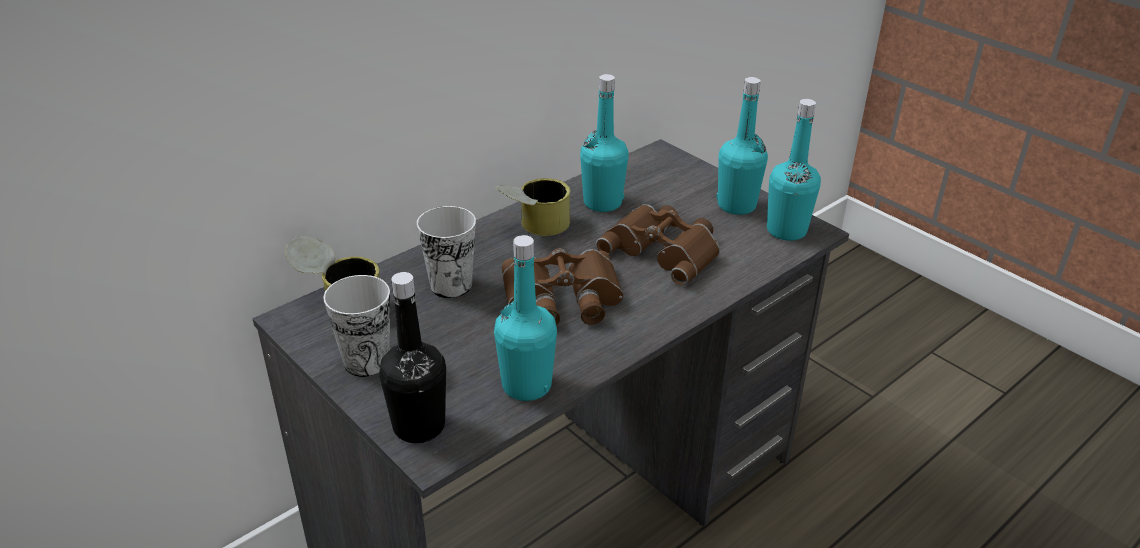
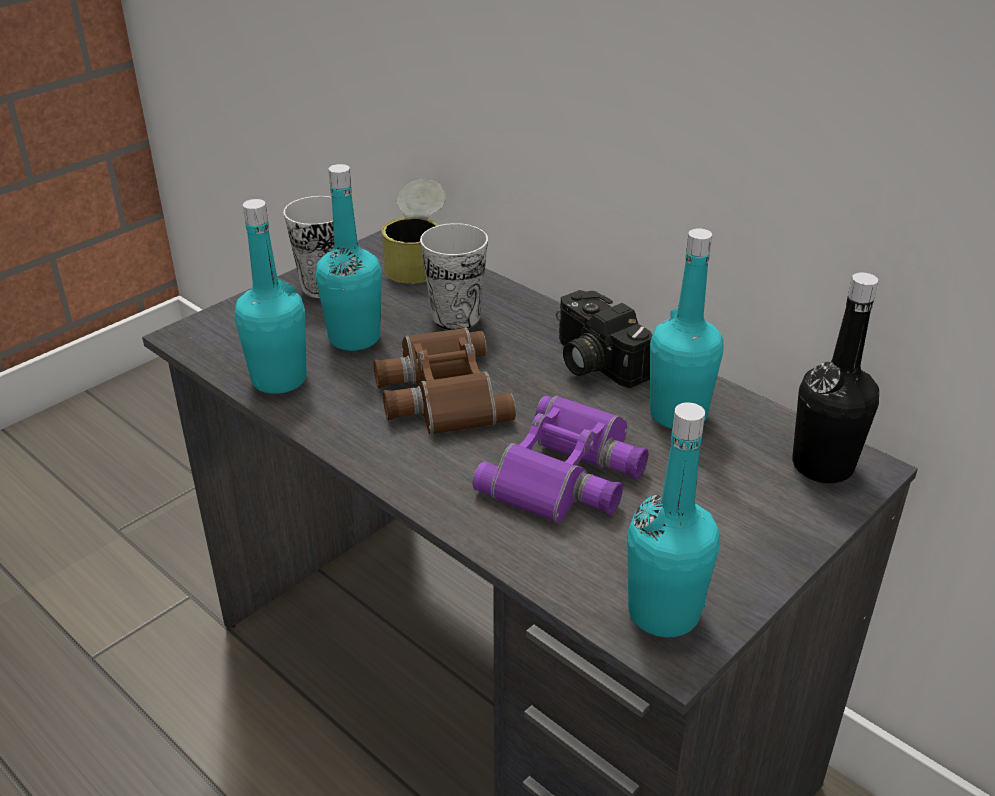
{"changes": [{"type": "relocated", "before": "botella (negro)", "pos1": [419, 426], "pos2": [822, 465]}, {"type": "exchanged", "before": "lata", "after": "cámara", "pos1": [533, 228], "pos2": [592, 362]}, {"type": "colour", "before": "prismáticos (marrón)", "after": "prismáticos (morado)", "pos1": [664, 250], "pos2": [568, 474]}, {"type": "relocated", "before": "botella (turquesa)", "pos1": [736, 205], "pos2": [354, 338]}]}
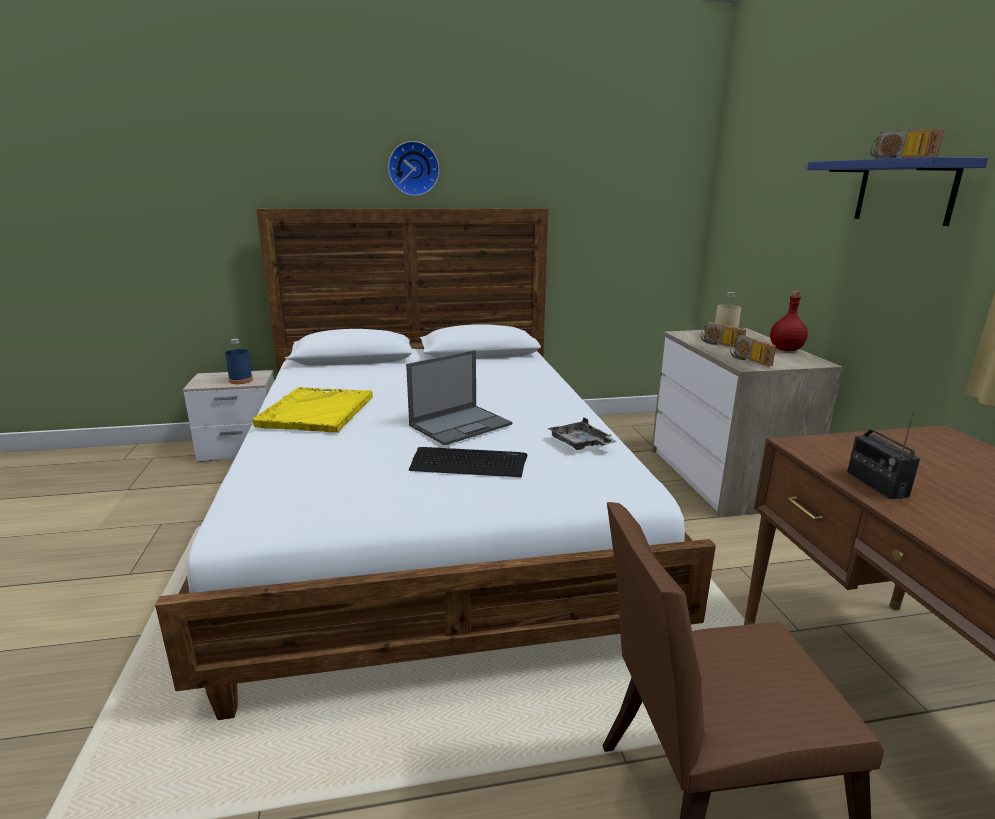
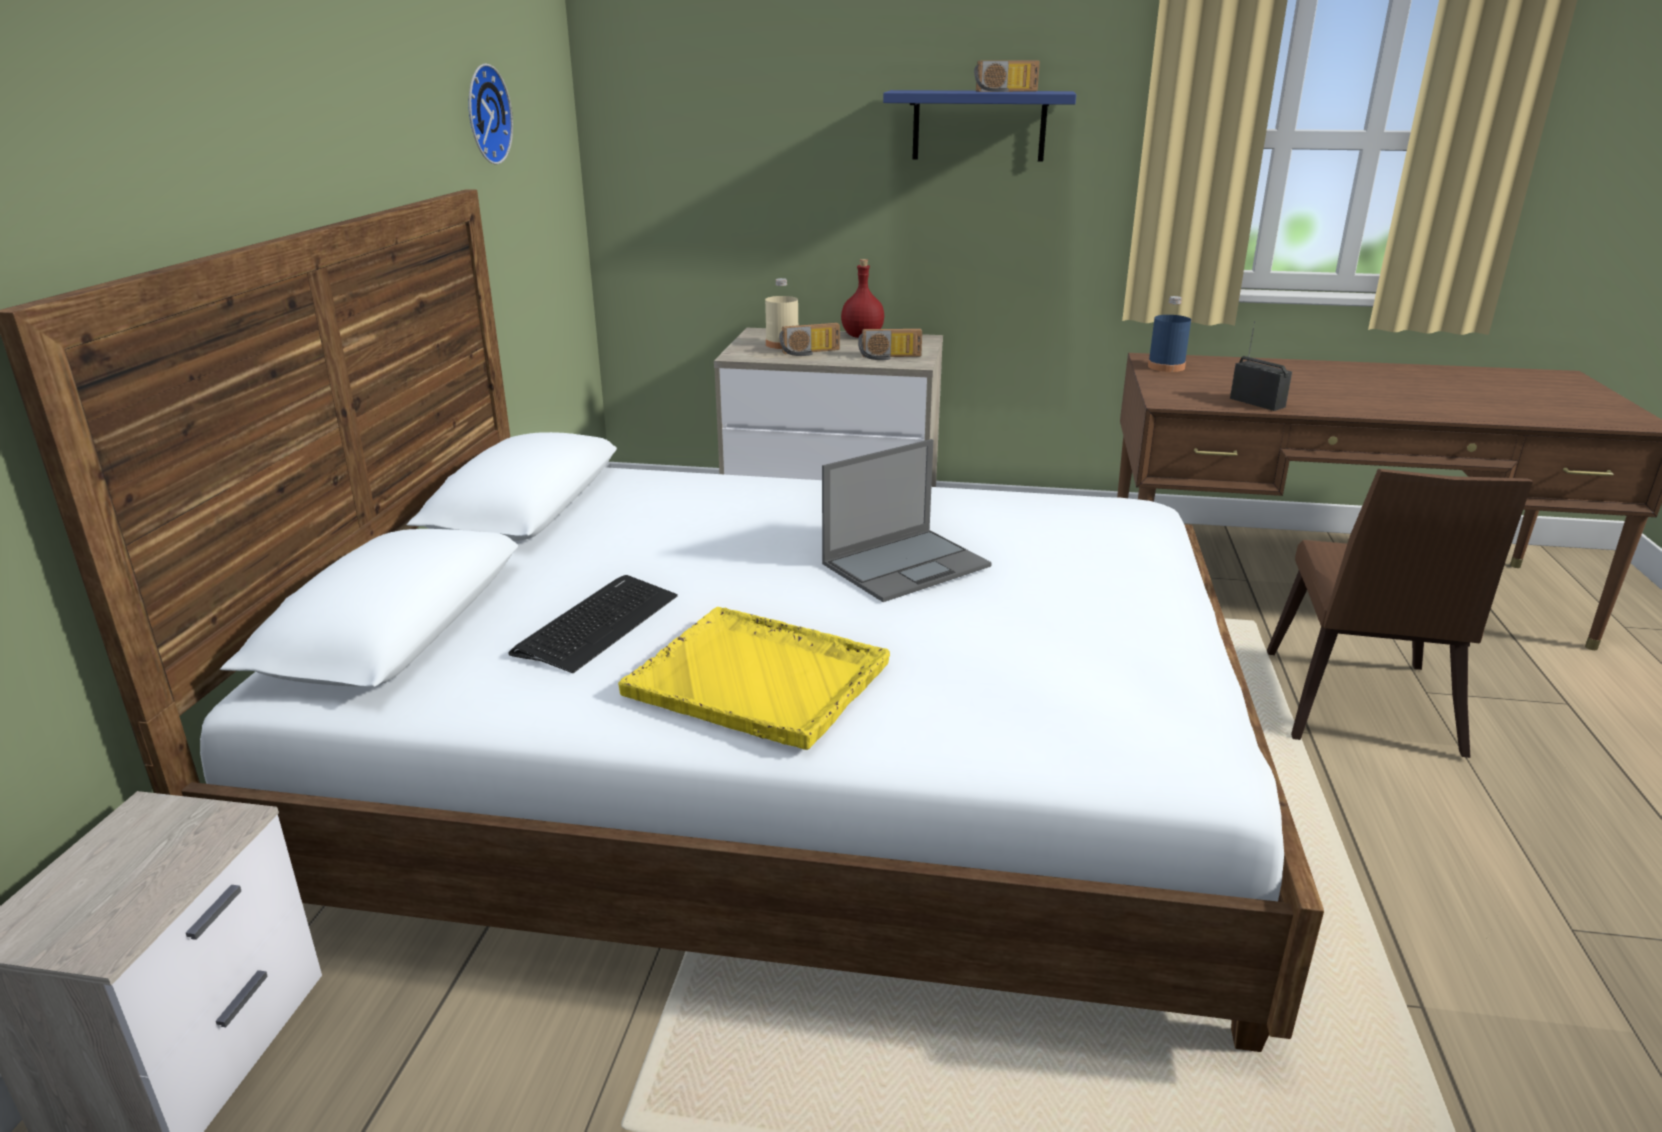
{"changes": [{"type": "relocated", "before": "botella (azul)", "pos1": [241, 380], "pos2": [1166, 367]}, {"type": "relocated", "before": "reloj de pared", "pos1": [413, 169], "pos2": [483, 114]}, {"type": "spun", "before": "portátil", "pos1": [461, 424], "pos2": [907, 564], "turn": 75}, {"type": "relocated", "before": "teclado", "pos1": [468, 463], "pos2": [597, 624]}, {"type": "missing", "before": "bandeja (gris)", "pos1": [580, 444]}, {"type": "spun", "before": "radio", "pos1": [876, 484], "pos2": [1257, 403], "turn": -135}]}
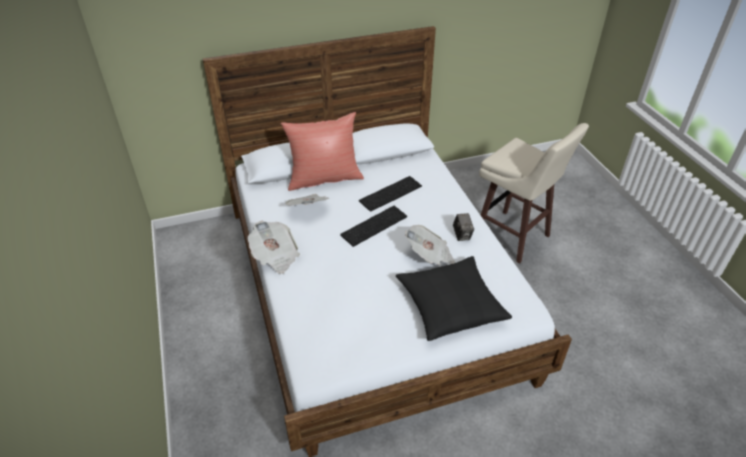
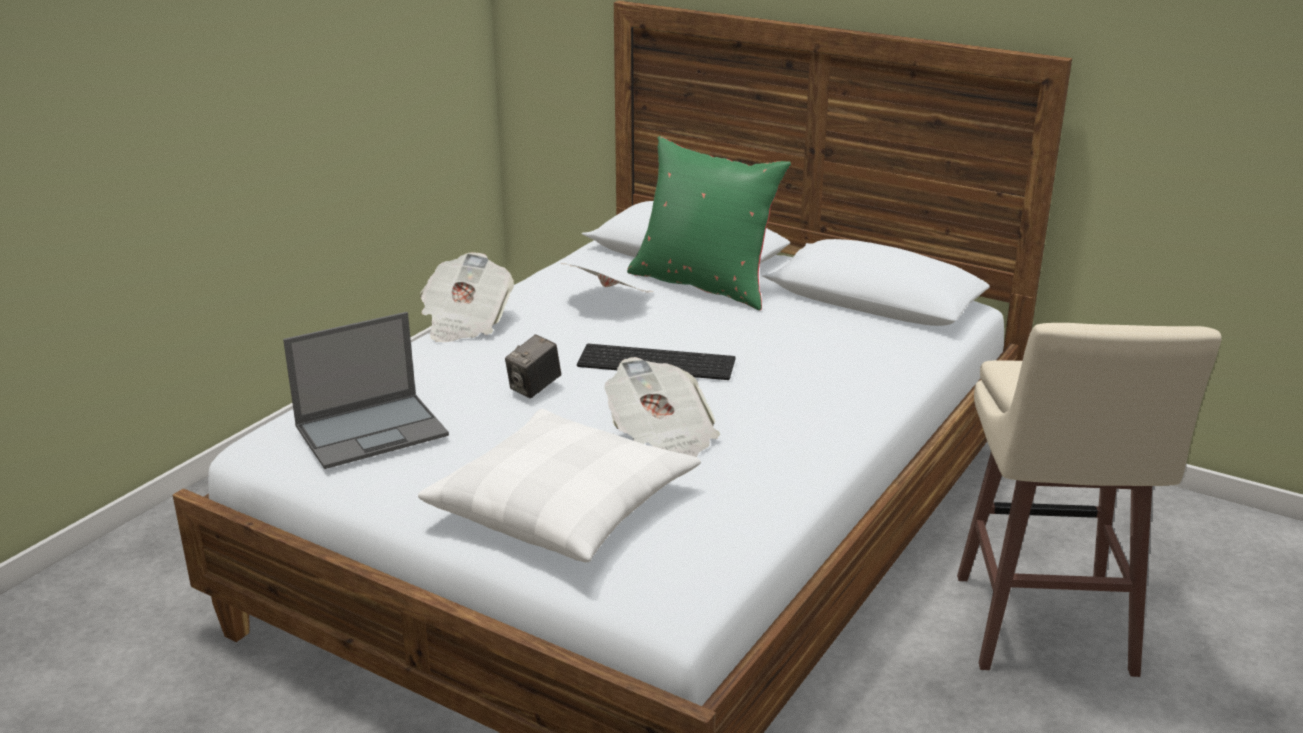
{"changes": [{"type": "colour", "before": "cojín (rojo)", "after": "cojín (verde)", "pos1": [324, 178], "pos2": [704, 284]}, {"type": "missing", "before": "teclado", "pos1": [390, 192]}, {"type": "colour", "before": "cojín (negro)", "after": "cojín (blanco)", "pos1": [450, 304], "pos2": [563, 505]}, {"type": "relocated", "before": "cámara", "pos1": [462, 235], "pos2": [534, 388]}, {"type": "appeared", "after": "portátil", "pos2": [373, 430]}]}
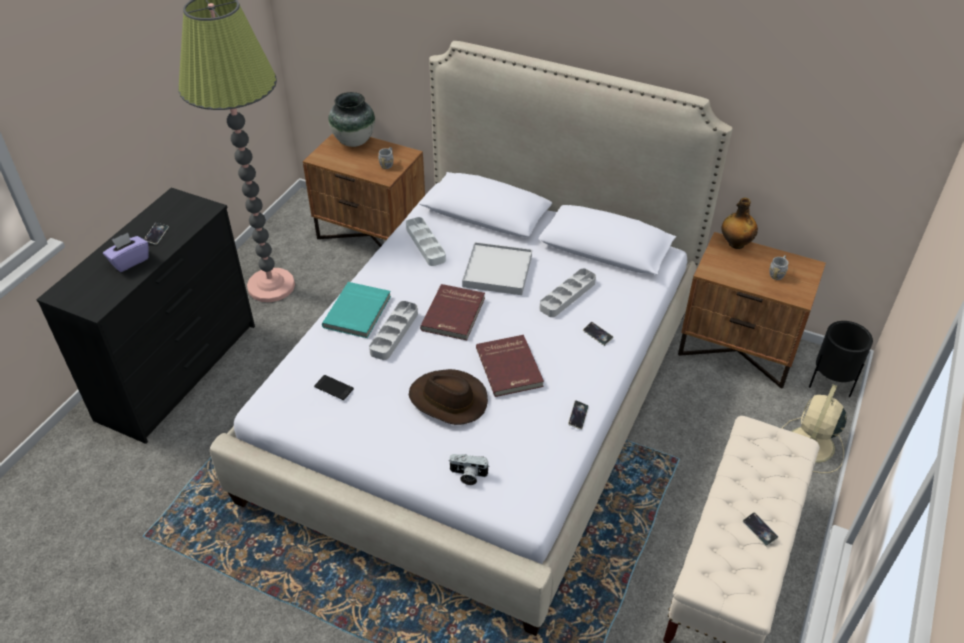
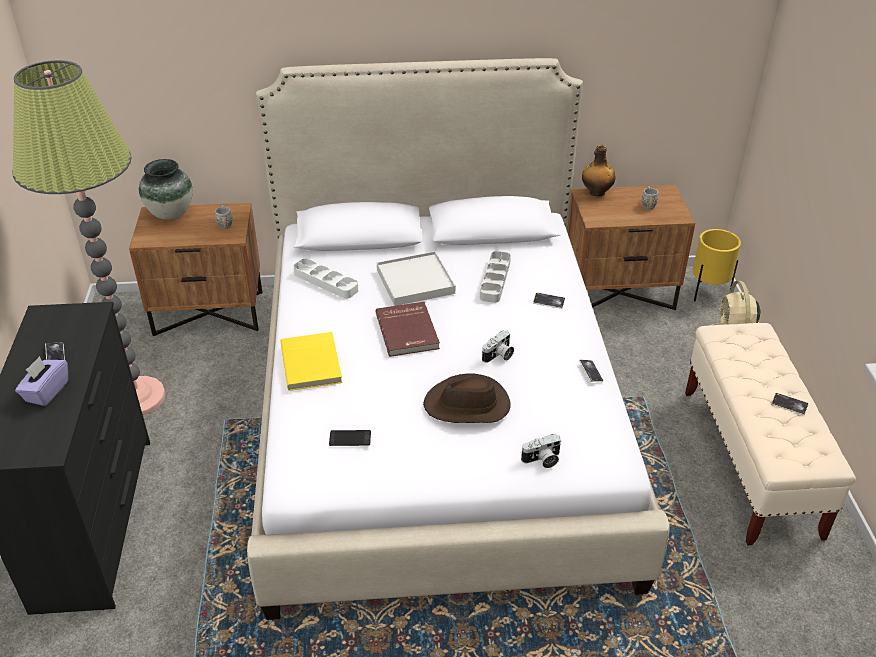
{"changes": [{"type": "colour", "before": "libro (turquesa)", "after": "libro (amarillo)", "pos1": [358, 312], "pos2": [312, 363]}, {"type": "missing", "before": "bandeja (gris)", "pos1": [394, 333]}, {"type": "exchanged", "before": "libro (rojo)", "after": "cámara", "pos1": [510, 367], "pos2": [499, 356]}, {"type": "colour", "before": "maceta (negro)", "after": "maceta (amarillo)", "pos1": [830, 384], "pos2": [707, 293]}]}
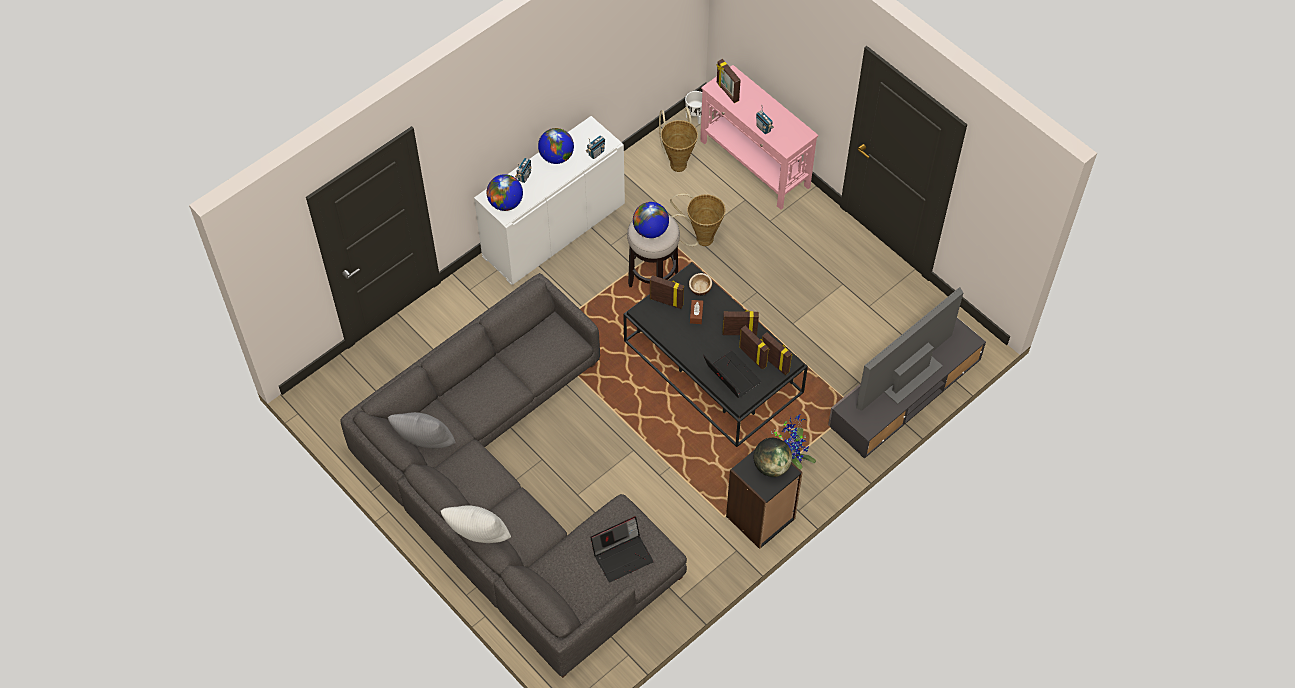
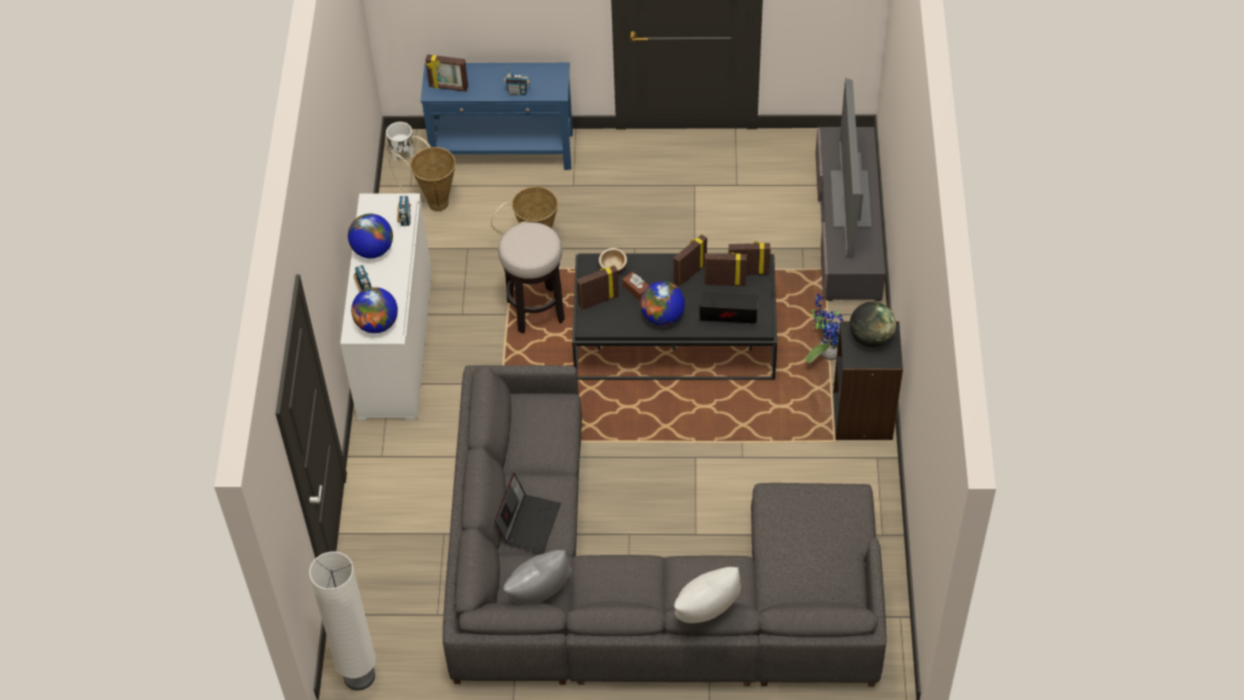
{"changes": [{"type": "relocated", "before": "portátil", "pos1": [622, 555], "pos2": [529, 522]}, {"type": "relocated", "before": "globo terráqueo", "pos1": [650, 230], "pos2": [663, 317]}, {"type": "colour", "before": "mesa consola (rosa)", "after": "mesa consola (azul)", "pos1": [755, 164], "pos2": [503, 152]}, {"type": "appeared", "after": "lámpara de pie (blanco)", "pos2": [359, 676]}]}
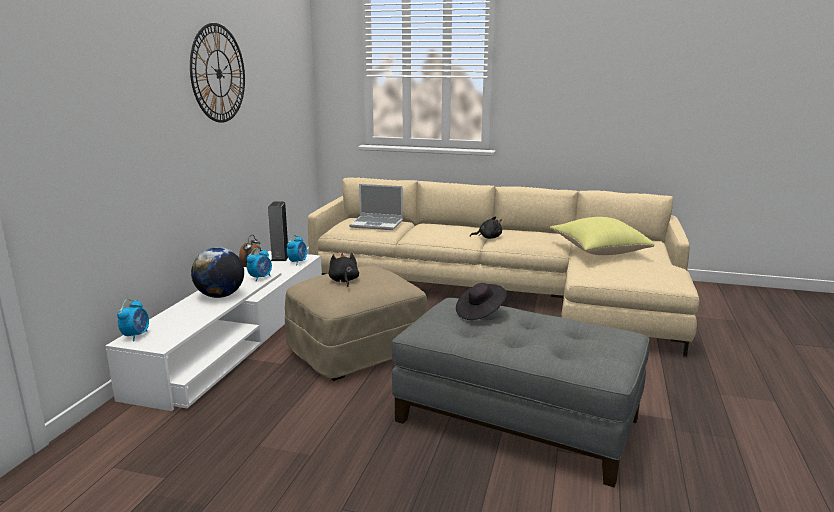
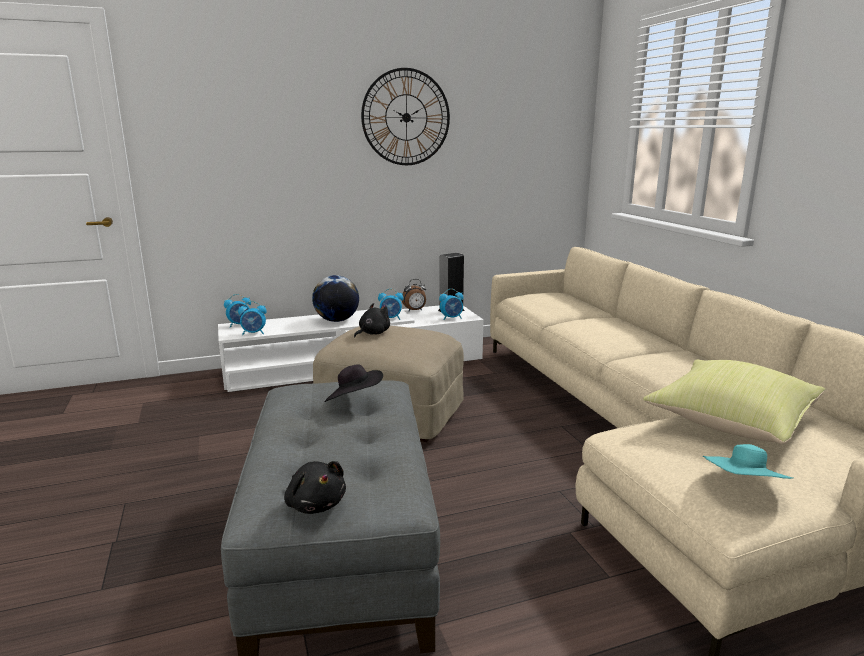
{"changes": [{"type": "missing", "before": "portátil", "pos1": [377, 224]}, {"type": "relocated", "before": "peluche (negro)", "pos1": [488, 238], "pos2": [315, 504]}, {"type": "appeared", "after": "despertador", "pos2": [254, 333]}, {"type": "appeared", "after": "sombrero (turquesa)", "pos2": [743, 488]}]}
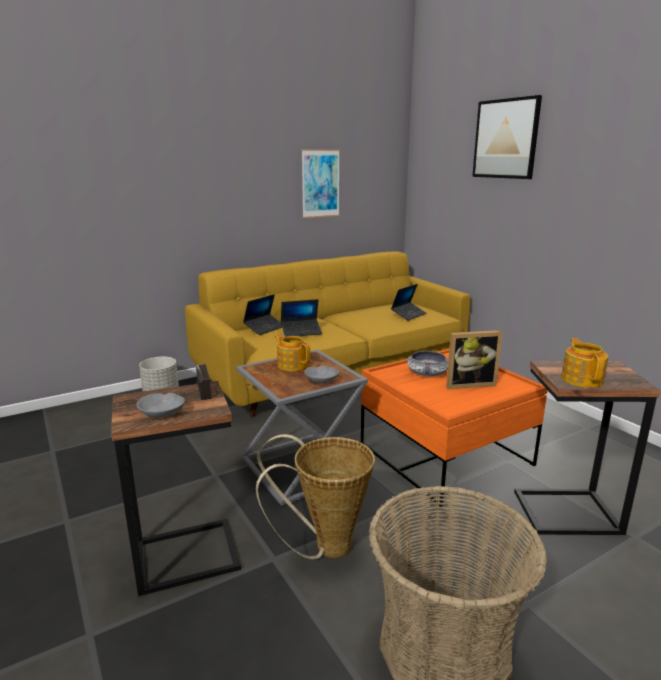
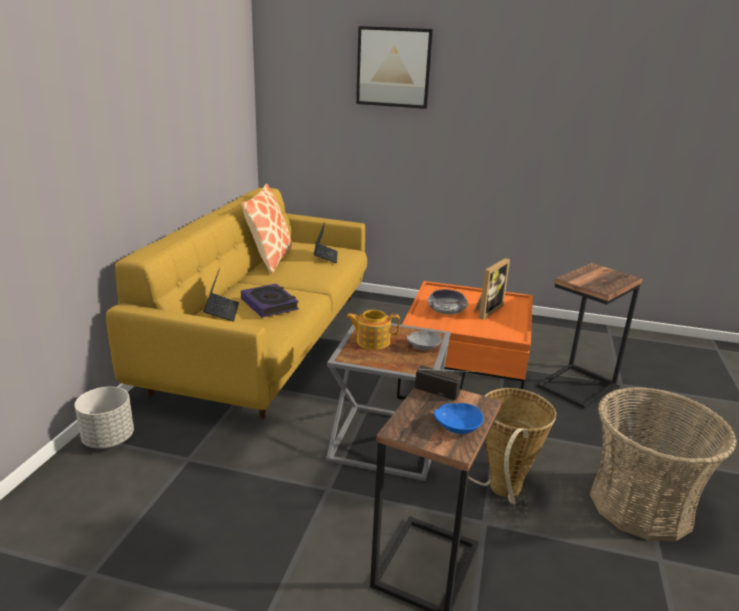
{"changes": [{"type": "colour", "before": "cuenco (gris)", "after": "cuenco (azul)", "pos1": [162, 412], "pos2": [457, 426]}, {"type": "exchanged", "before": "portátil", "after": "libro", "pos1": [301, 332], "pos2": [269, 304]}, {"type": "missing", "before": "cuadro", "pos1": [320, 183]}, {"type": "missing", "before": "tetera", "pos1": [582, 379]}, {"type": "appeared", "after": "cojín", "pos2": [270, 259]}]}
